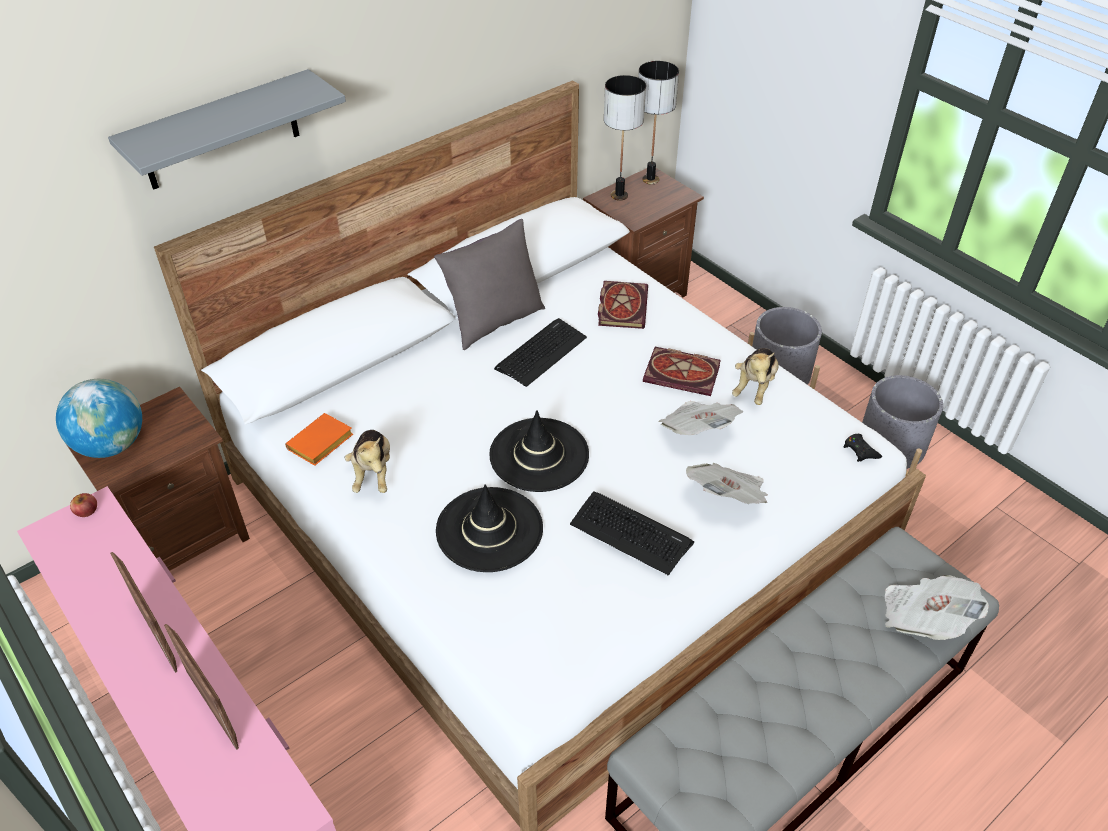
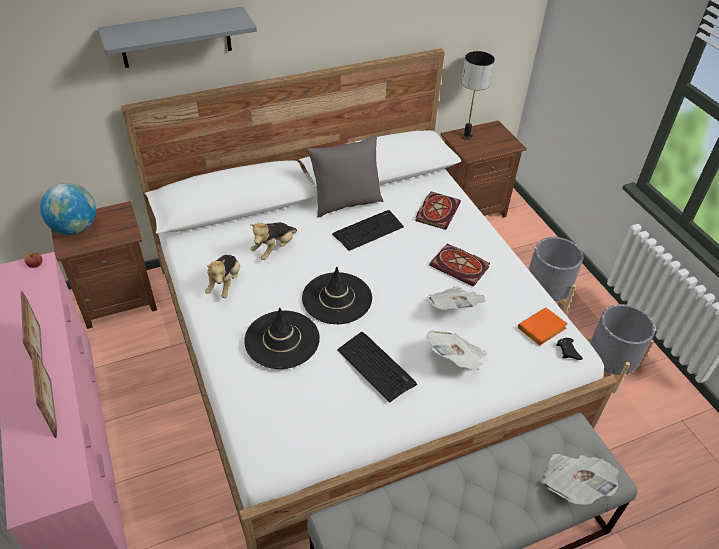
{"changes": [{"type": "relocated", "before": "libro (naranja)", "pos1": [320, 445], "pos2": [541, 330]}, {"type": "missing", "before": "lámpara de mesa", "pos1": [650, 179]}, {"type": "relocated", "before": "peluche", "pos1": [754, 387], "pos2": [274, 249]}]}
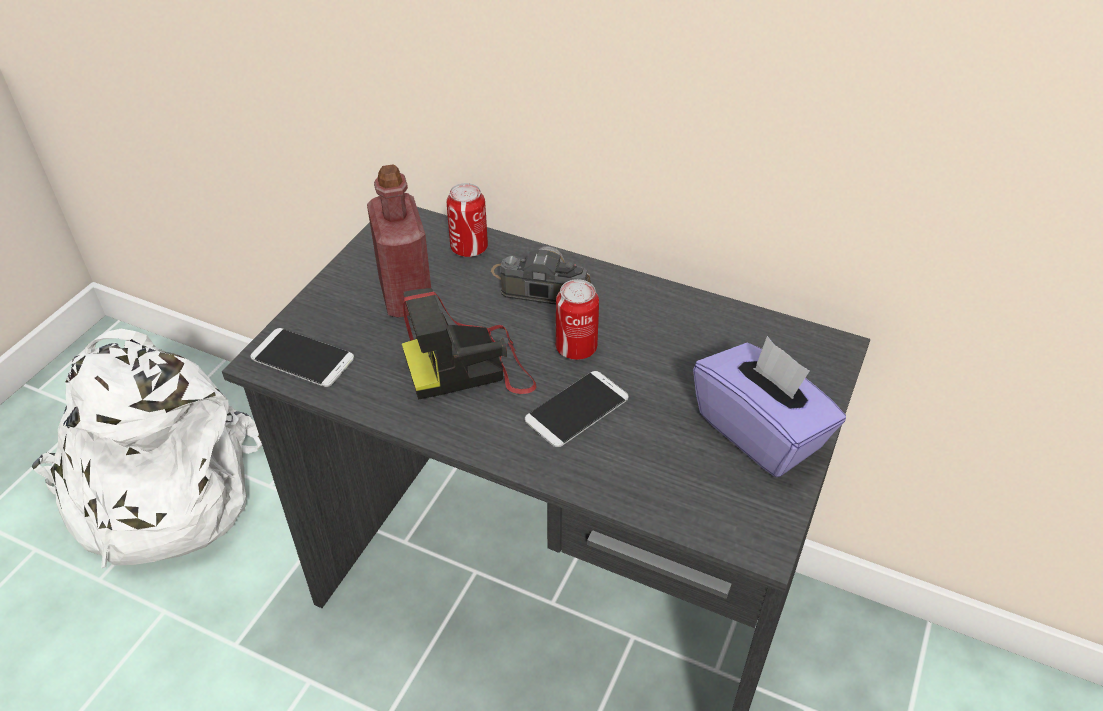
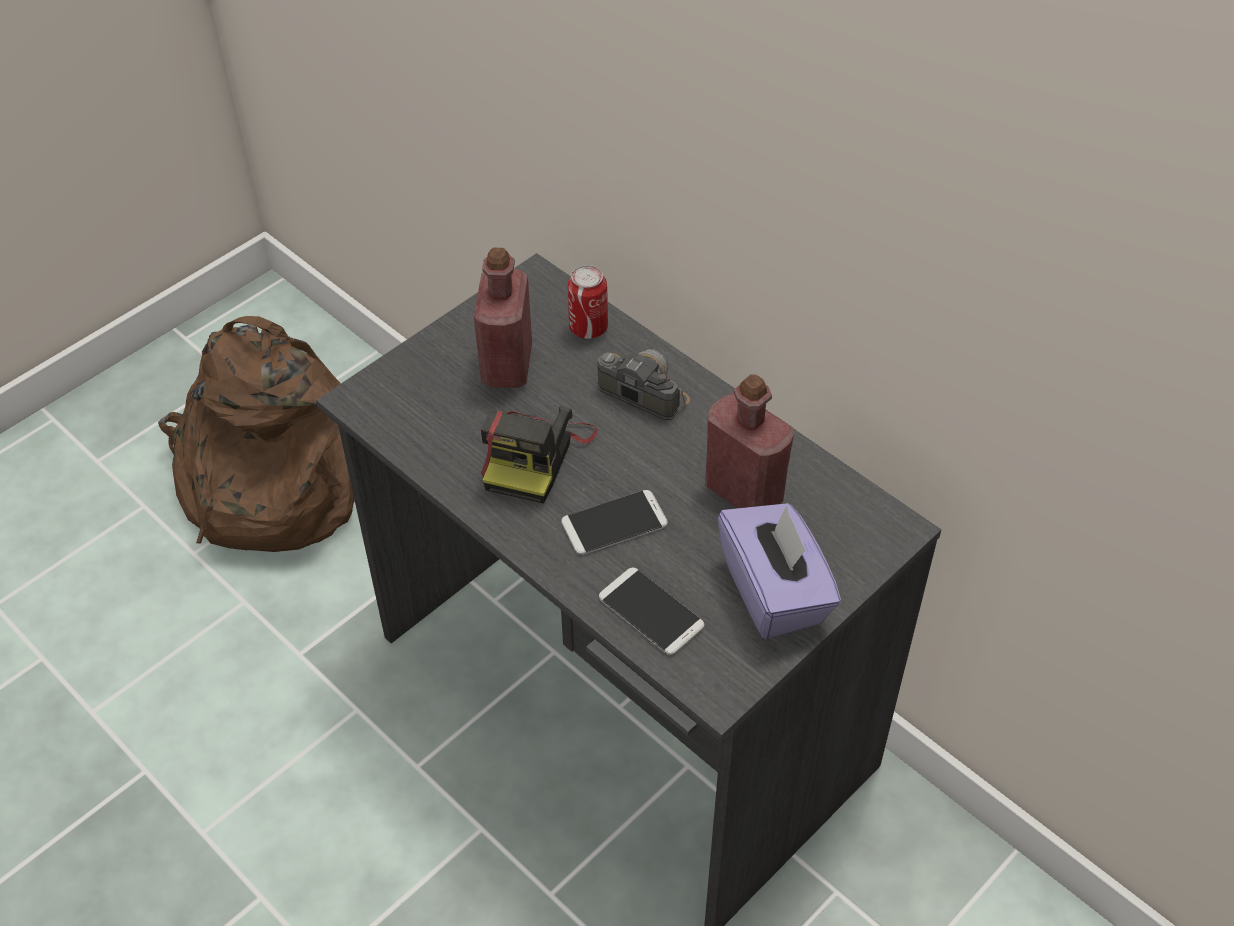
{"changes": [{"type": "colour", "before": "mochila (blanco)", "after": "mochila (marrón)", "pos1": [158, 492], "pos2": [271, 480]}, {"type": "relocated", "before": "móvil", "pos1": [302, 358], "pos2": [651, 611]}, {"type": "spun", "before": "cámara", "pos1": [470, 367], "pos2": [535, 455], "turn": -75}, {"type": "missing", "before": "lata", "pos1": [576, 348]}, {"type": "appeared", "after": "botella (rojo)", "pos2": [744, 492]}]}
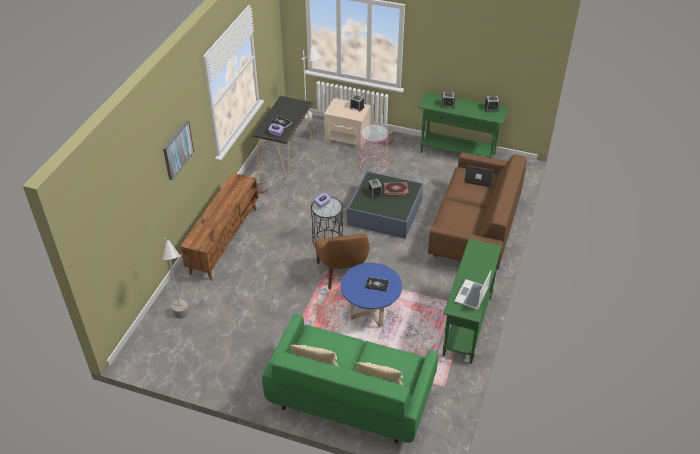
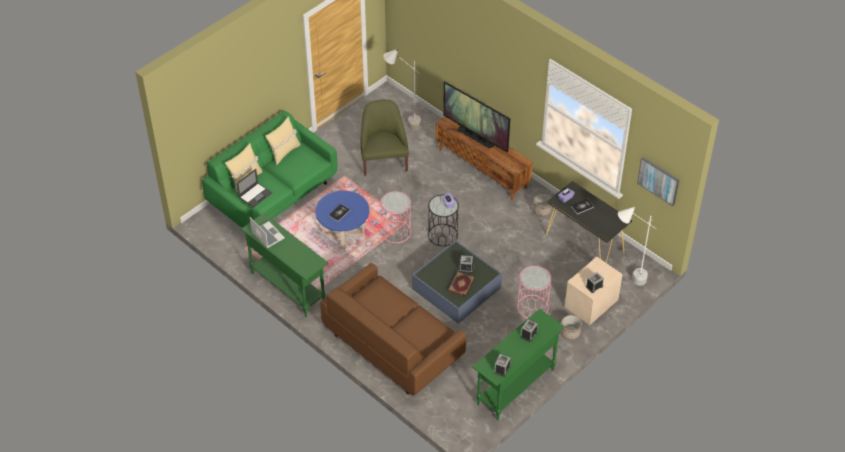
{"changes": [{"type": "relocated", "before": "cuadro", "pos1": [177, 149], "pos2": [658, 180]}, {"type": "exchanged", "before": "sillón (marrón)", "after": "mesa auxiliar (rosa)", "pos1": [344, 273], "pos2": [396, 232]}, {"type": "relocated", "before": "portátil", "pos1": [478, 178], "pos2": [255, 195]}, {"type": "appeared", "after": "sillón (verde)", "pos2": [383, 160]}, {"type": "appeared", "after": "televisor", "pos2": [476, 137]}]}
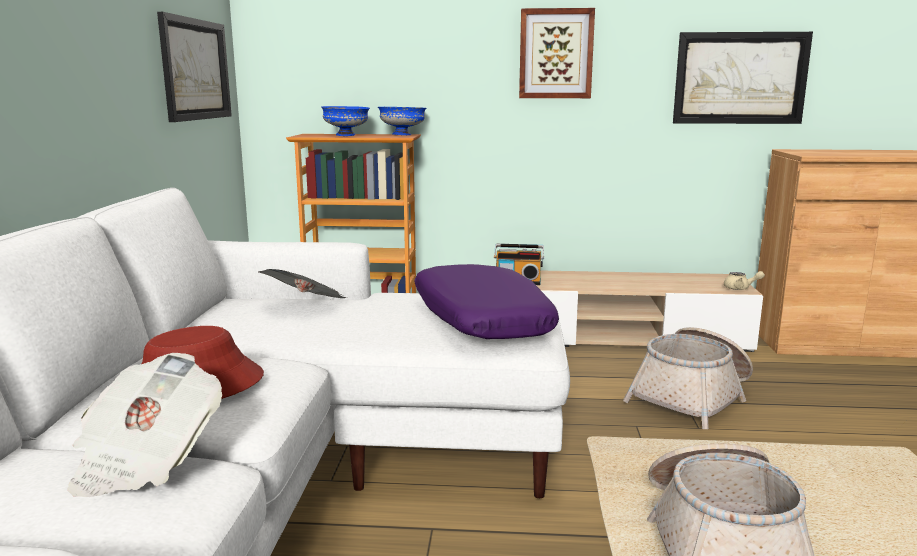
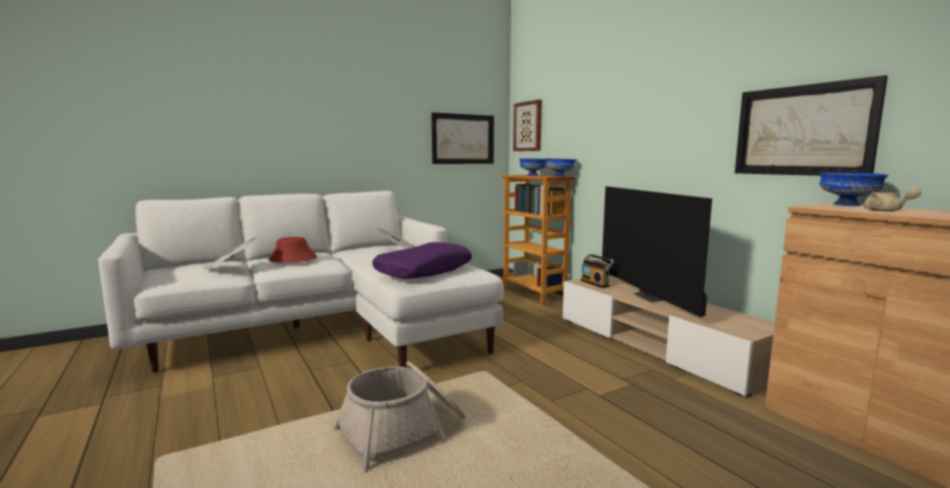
{"changes": [{"type": "relocated", "before": "cuadro", "pos1": [556, 54], "pos2": [528, 126]}, {"type": "missing", "before": "cesta", "pos1": [692, 397]}, {"type": "relocated", "before": "tetera (beis)", "pos1": [740, 288], "pos2": [886, 211]}, {"type": "appeared", "after": "televisor", "pos2": [652, 297]}, {"type": "appeared", "after": "cuenco (azul)", "pos2": [848, 205]}]}
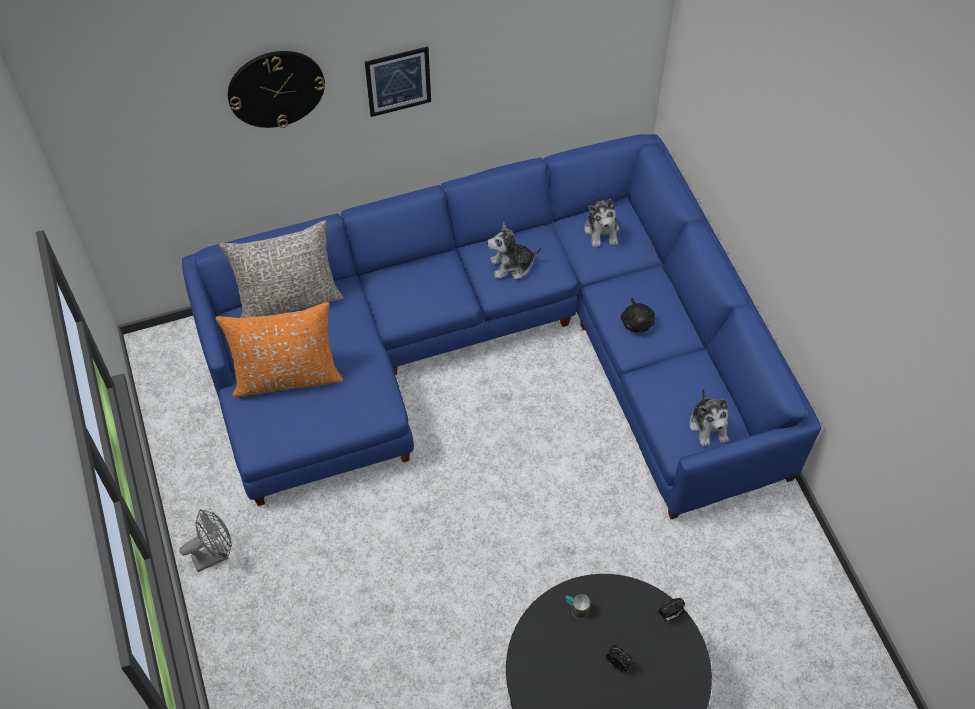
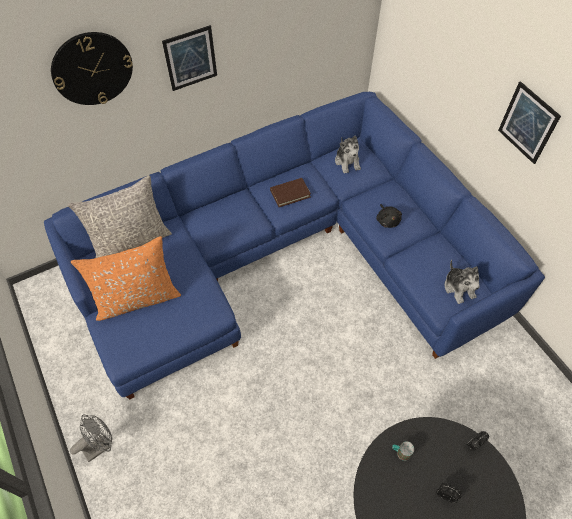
{"changes": [{"type": "exchanged", "before": "peluche", "after": "libro (marrón)", "pos1": [512, 265], "pos2": [290, 193]}, {"type": "appeared", "after": "cuadro", "pos2": [528, 123]}]}
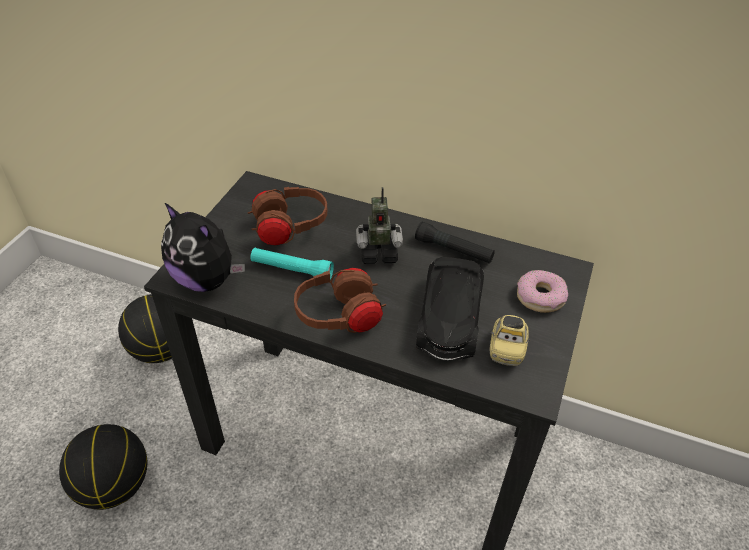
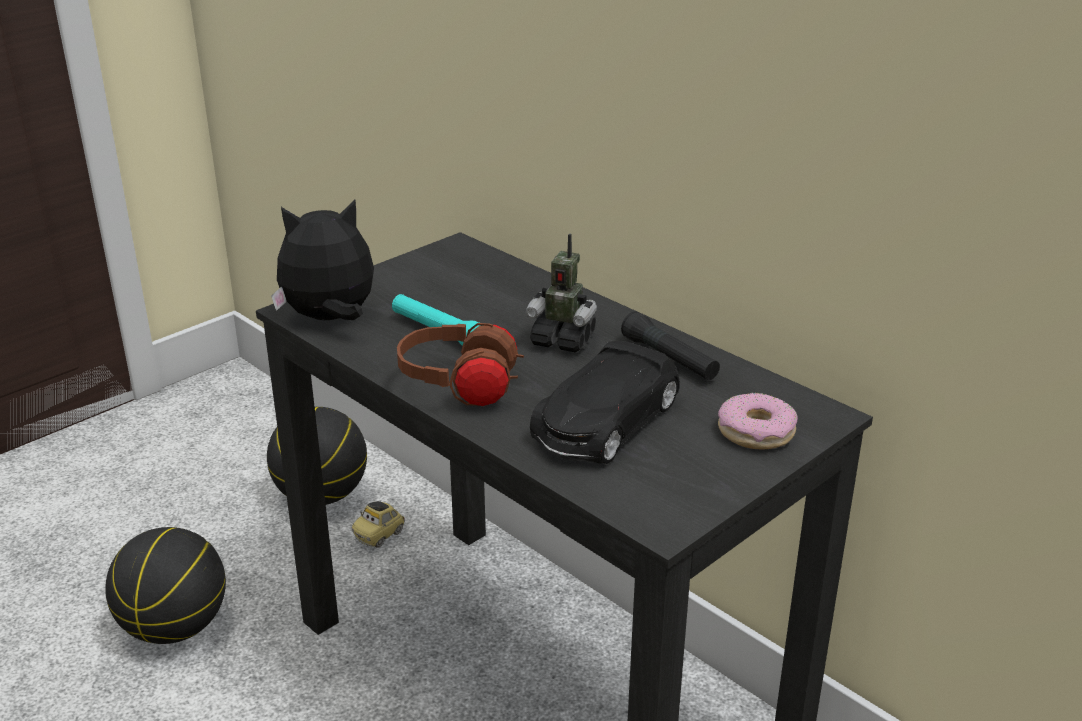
{"changes": [{"type": "spun", "before": "peluche", "pos1": [207, 279], "pos2": [330, 319], "turn": 105}, {"type": "missing", "before": "auriculares (marrón)", "pos1": [289, 229]}, {"type": "relocated", "before": "coche de juguete", "pos1": [506, 348], "pos2": [379, 535]}]}
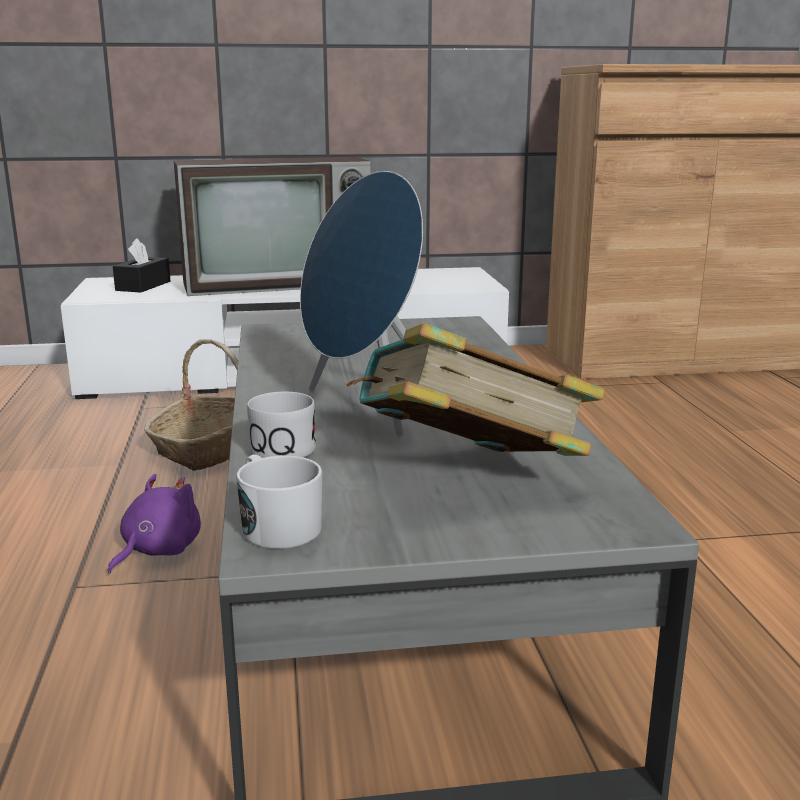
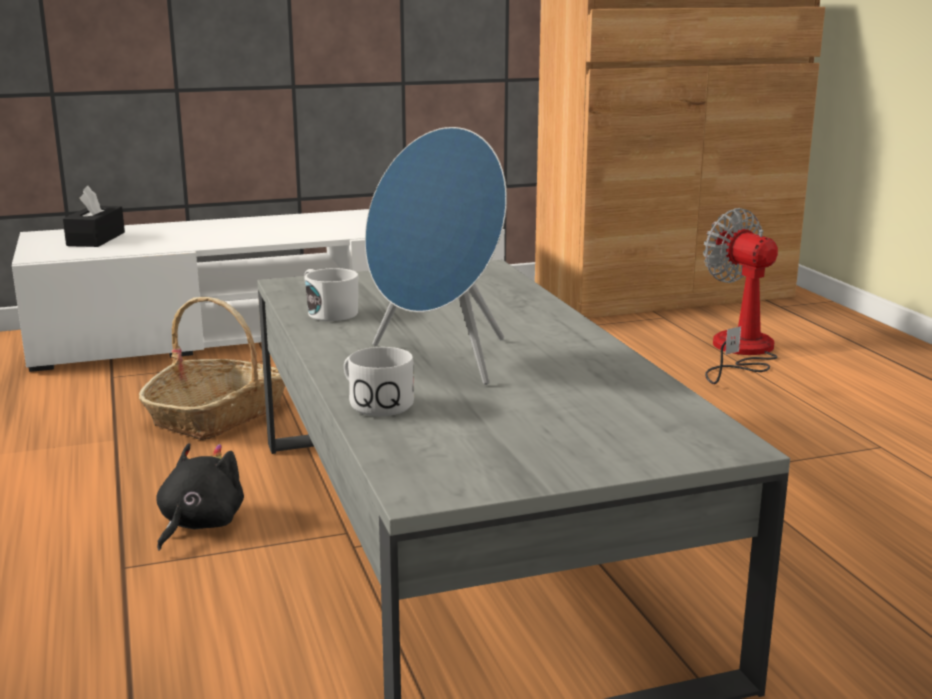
{"changes": [{"type": "colour", "before": "peluche (morado)", "after": "peluche (negro)", "pos1": [157, 551], "pos2": [198, 524]}, {"type": "missing", "before": "televisor", "pos1": [280, 283]}, {"type": "relocated", "before": "taza grande (blanco)", "pos1": [276, 526], "pos2": [328, 312]}, {"type": "missing", "before": "libro", "pos1": [466, 477]}, {"type": "appeared", "after": "ventilador", "pos2": [739, 352]}]}
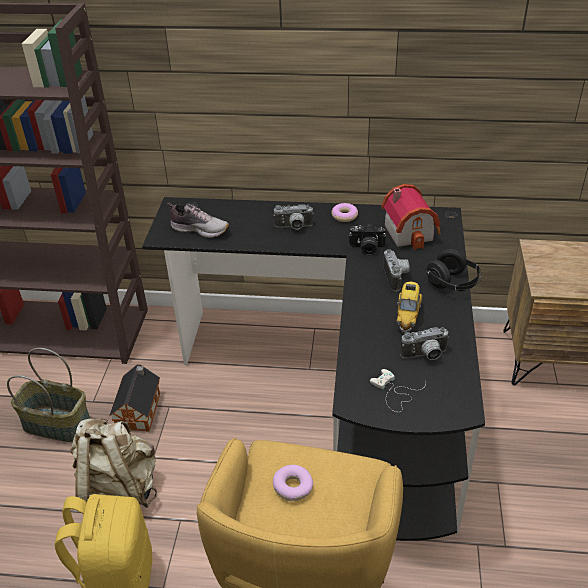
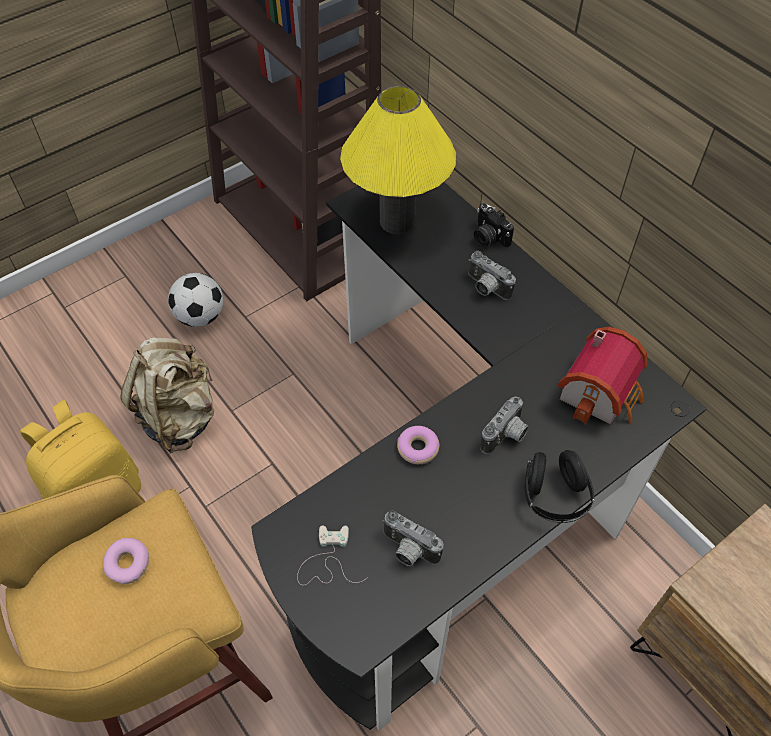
{"changes": [{"type": "exchanged", "before": "cesta", "after": "balón de fútbol", "pos1": [58, 424], "pos2": [200, 316]}, {"type": "missing", "before": "casita", "pos1": [140, 409]}, {"type": "exchanged", "before": "zapato", "after": "lámpara de mesa (amarillo)", "pos1": [200, 229], "pos2": [397, 221]}, {"type": "relocated", "before": "rosquilla", "pos1": [344, 216], "pos2": [418, 448]}, {"type": "relocated", "before": "cámara", "pos1": [366, 248], "pos2": [488, 237]}, {"type": "missing", "before": "coche de juguete", "pos1": [407, 316]}]}
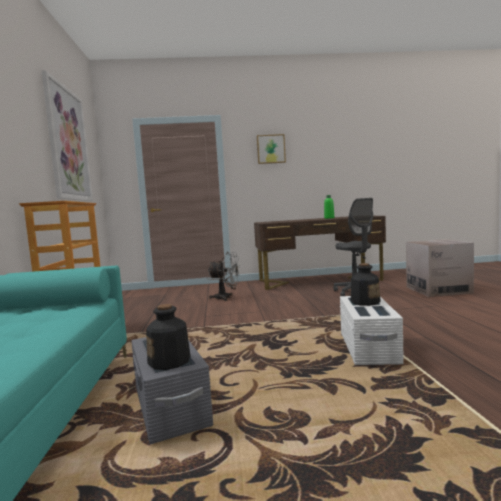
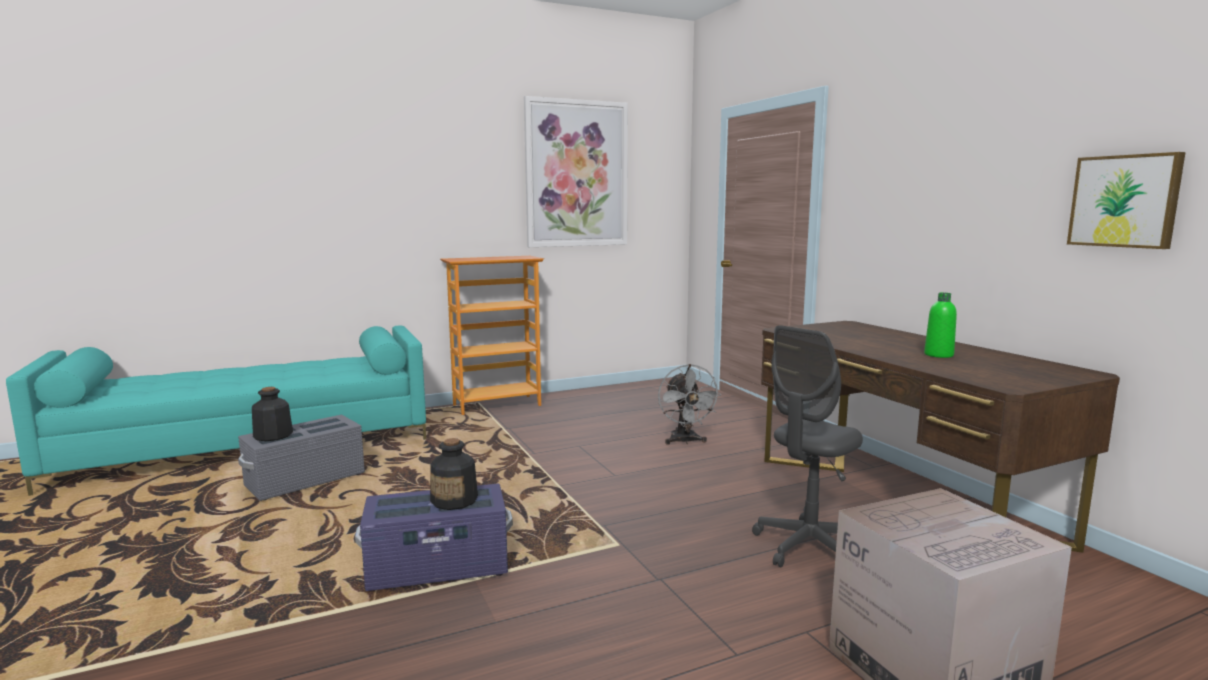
{"changes": [{"type": "relocated", "before": "cuadro", "pos1": [271, 149], "pos2": [1125, 201]}, {"type": "colour", "before": "caja de almacenaje (blanco)", "after": "caja de almacenaje (morado)", "pos1": [368, 349], "pos2": [438, 568]}]}
